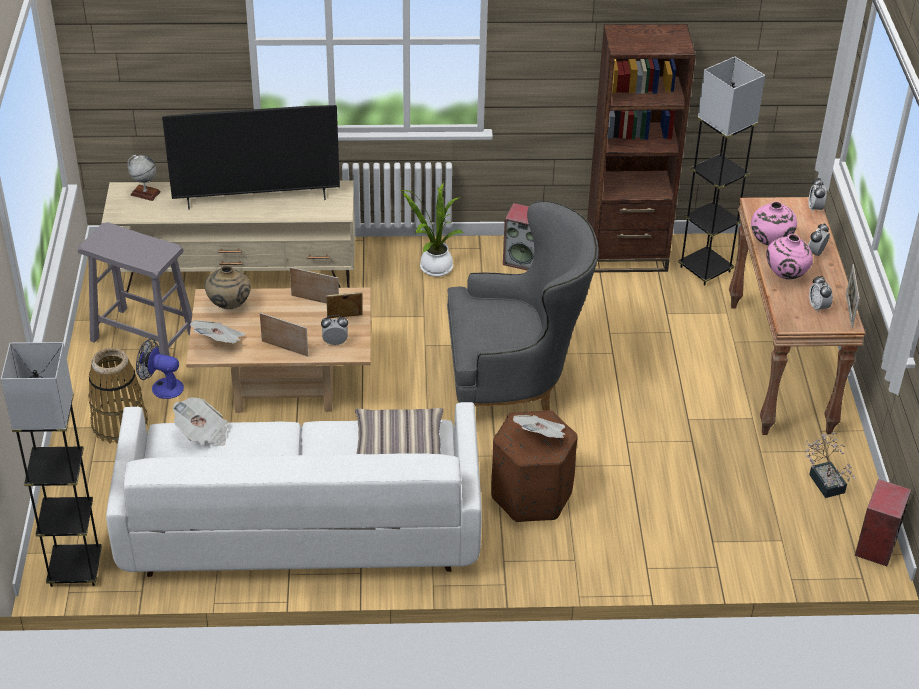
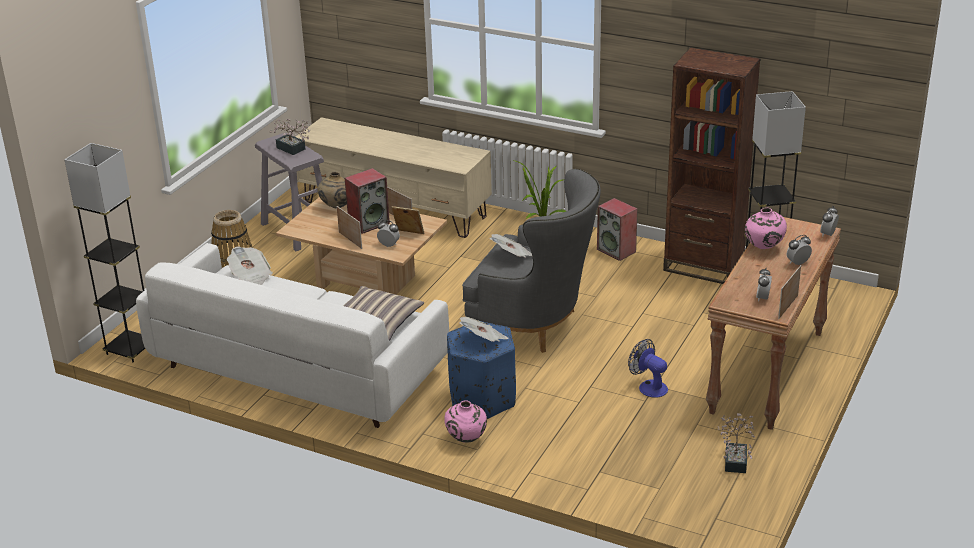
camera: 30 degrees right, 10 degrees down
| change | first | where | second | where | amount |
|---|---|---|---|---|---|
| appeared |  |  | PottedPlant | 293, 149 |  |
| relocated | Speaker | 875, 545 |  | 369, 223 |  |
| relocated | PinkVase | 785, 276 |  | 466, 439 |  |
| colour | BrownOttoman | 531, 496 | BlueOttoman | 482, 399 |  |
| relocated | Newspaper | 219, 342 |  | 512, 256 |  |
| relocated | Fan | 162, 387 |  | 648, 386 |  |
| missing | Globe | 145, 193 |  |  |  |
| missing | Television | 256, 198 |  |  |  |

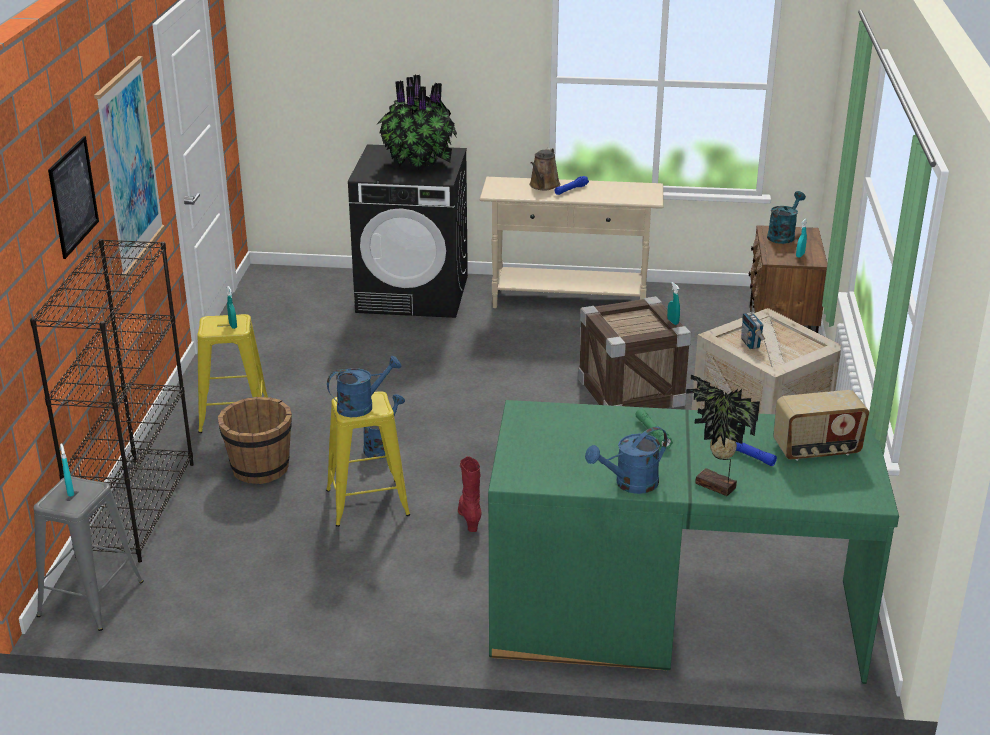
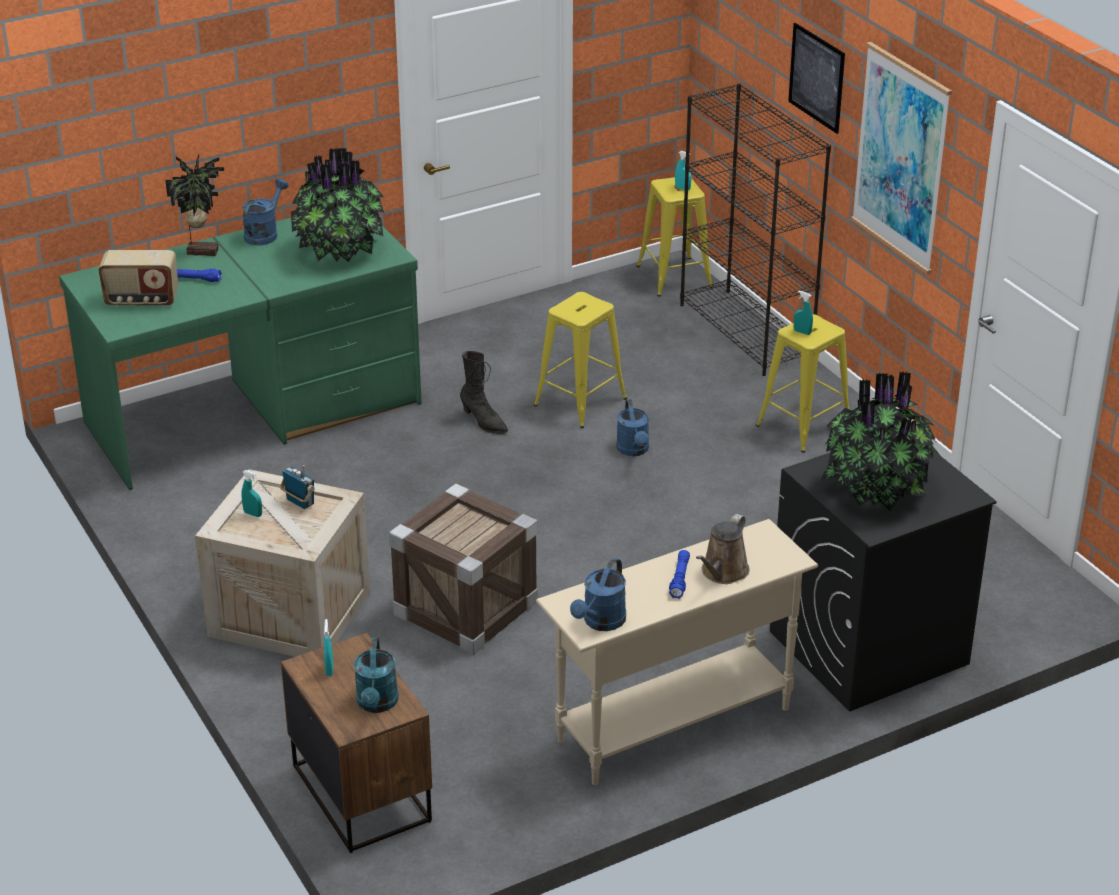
camera: 145 degrees right, 5 degrees up
| change | first | where | second | where | amount |
|---|---|---|---|---|---|
| spun | Radio | 817, 450 |  | 142, 300 | 135 degrees counterclockwise |
| relocated | TurquoiseSprayBottle | 672, 322 |  | 253, 514 |  |
| appeared |  |  | PottedPlant | 340, 251 |  |
| colour | RedBoot | 469, 518 | BlackBoot | 483, 422 |  |
| relocated | BlueWateringCan | 361, 406 |  | 601, 623 |  |
| colour | GreyStool | 91, 598 | YellowStool | 674, 276 |  |
| spun | BrownWateringCan | 543, 186 |  | 723, 573 | 135 degrees counterclockwise |
| missing | BrownBucket | 260, 469 |  |  |  |
| missing | GreenFlashlight | 652, 434 |  |  |  |

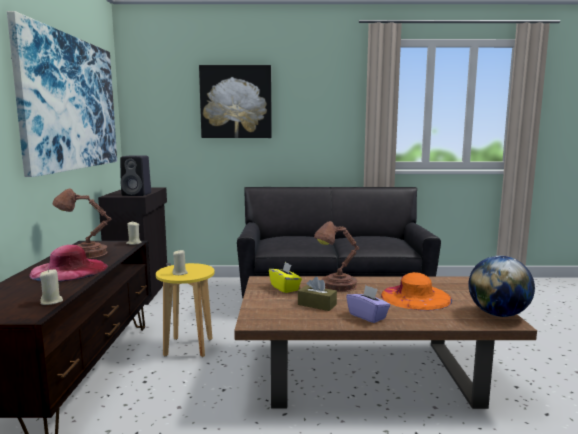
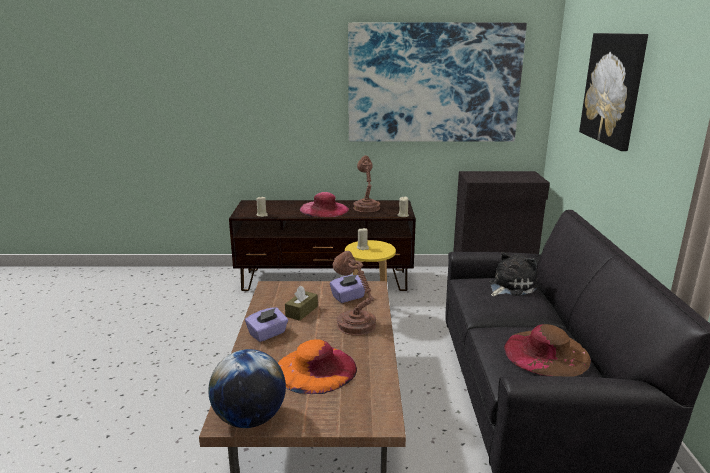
camera: 90 degrees right, 10 degrees up
| change | first | where | second | where | amount |
|---|---|---|---|---|---|
| colour | YellowTissueBox | 285, 288 | PurpleTissueBox | 348, 297 |  |
| appeared |  |  | PlushToy | 510, 286 |  |
| appeared |  |  | BrownHat | 546, 353 |  |
| missing | BlackSpeaker | 137, 194 |  |  |  |

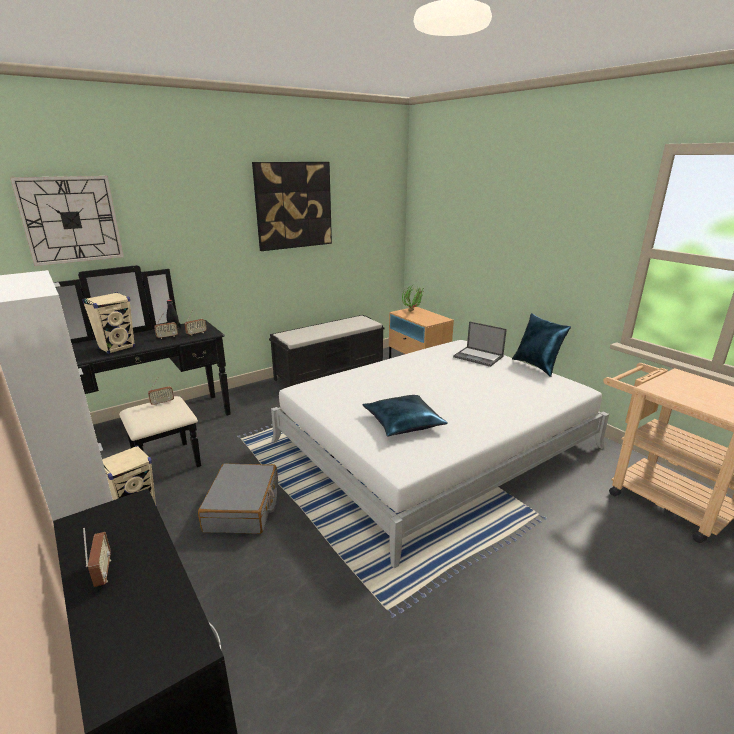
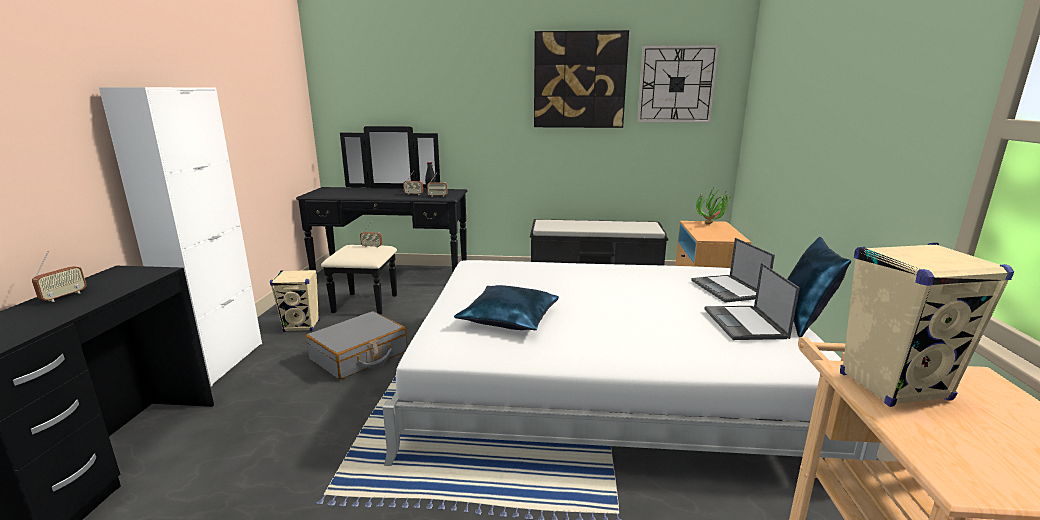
camera: 40 degrees right, 5 degrees down
| change | first | where | second | where | amount |
|---|---|---|---|---|---|
| relocated | WallClock | 71, 220 |  | 676, 84 |  |
| appeared |  |  | Laptop | 745, 323 |  |
| relocated | BeigeSpeaker | 117, 348 |  | 894, 387 |  |

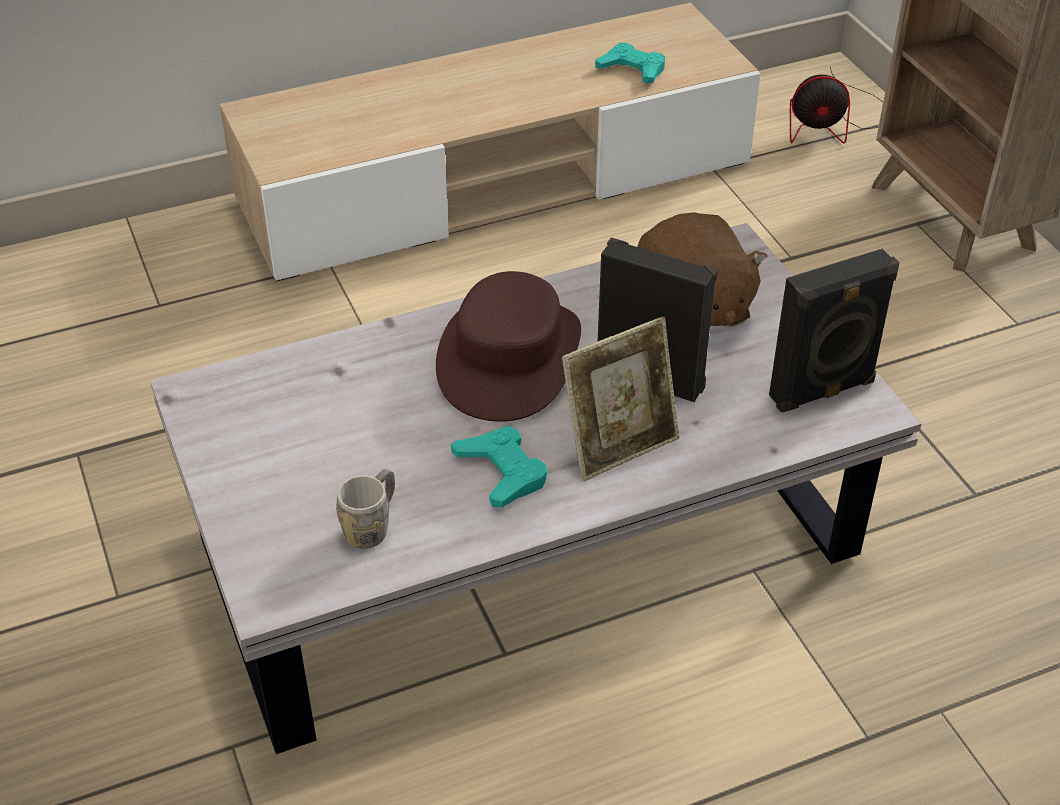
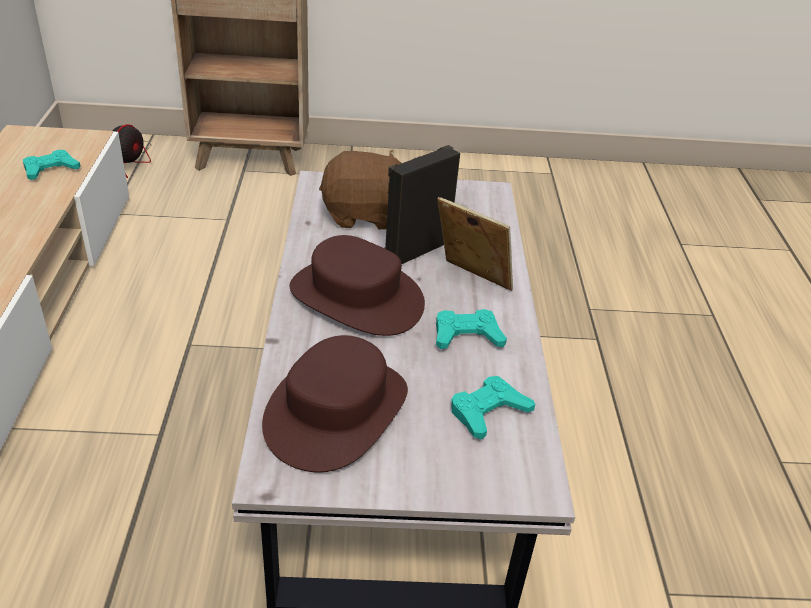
camera: 70 degrees left, 5 degrees down
| change | first | where | second | where | amount |
|---|---|---|---|---|---|
| appeared |  |  | BrownHat | 336, 410 |  |
| spun | PictureFrame | 620, 446 |  | 470, 281 | 45 degrees counterclockwise |
| exchanged | GreyMug | 372, 526 | TurquoiseGameController | 488, 412 |  |
| missing | BlackSpeaker | 823, 391 |  |  |  |

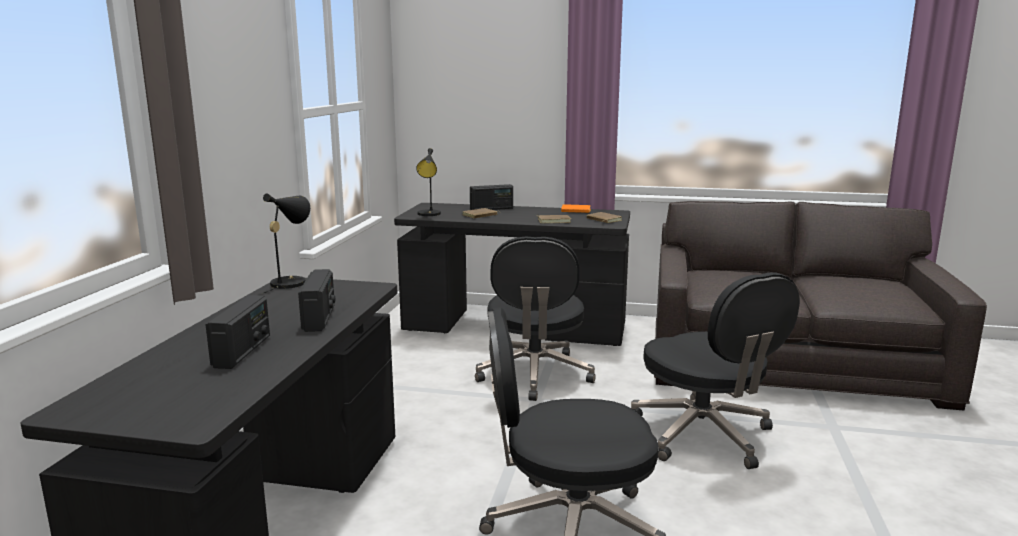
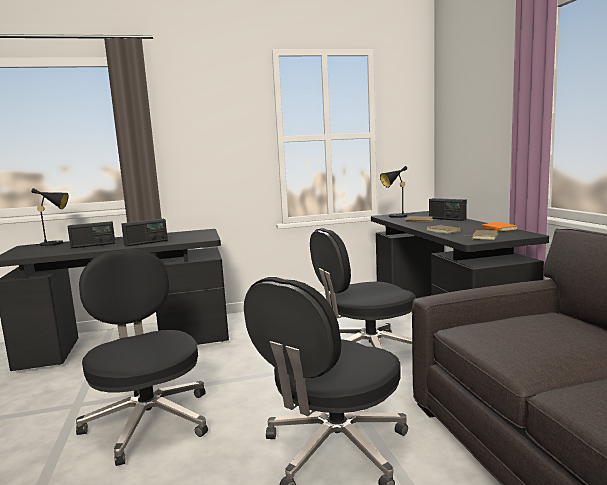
camera: 65 degrees right, 5 degrees down
| change | first | where | second | where | amount |
|---|---|---|---|---|---|
| relocated | BlackTableLamp | 290, 282 |  | 55, 244 |  |

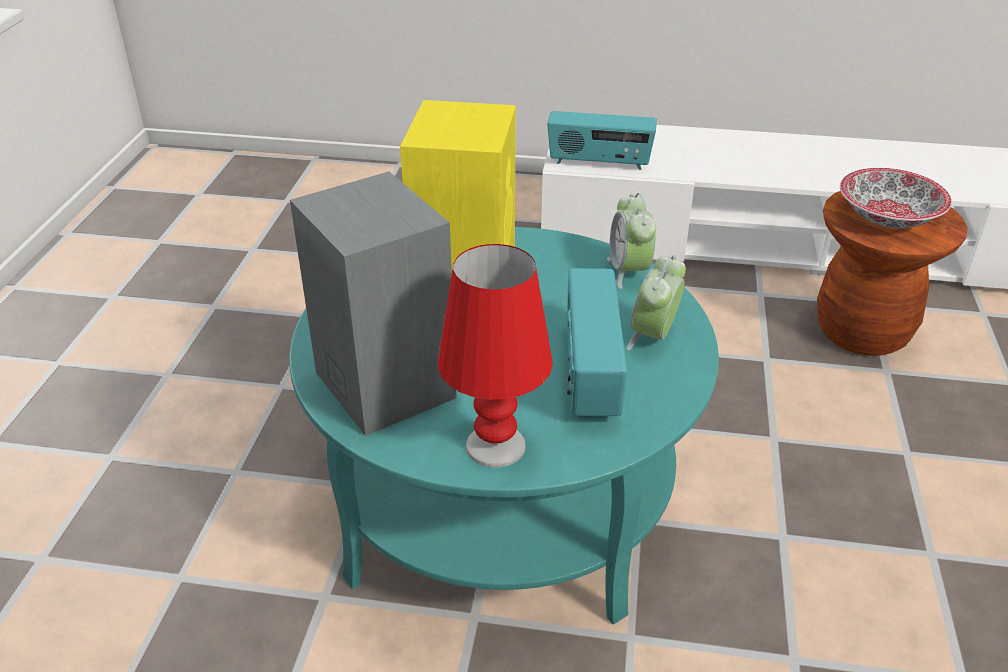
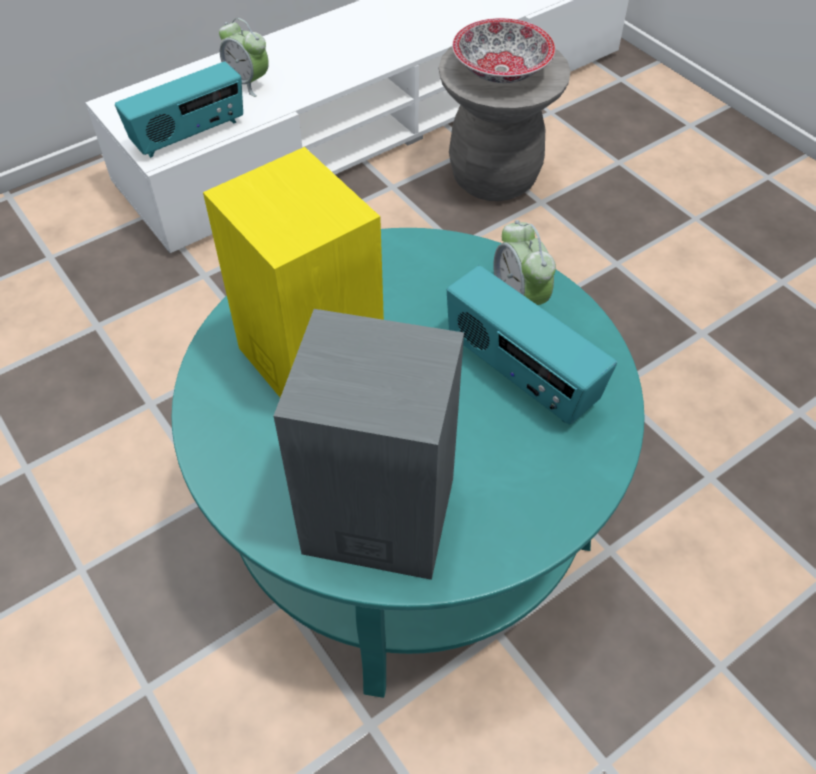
camera: 45 degrees left, 15 degrees up
| change | first | where | second | where | amount |
|---|---|---|---|---|---|
| relocated | AlarmClock | 629, 271 |  | 248, 83 |  |
| colour | BrownStool | 862, 332 | GreyStool | 494, 177 |  |
| missing | RedTableLamp | 496, 446 |  |  |  |

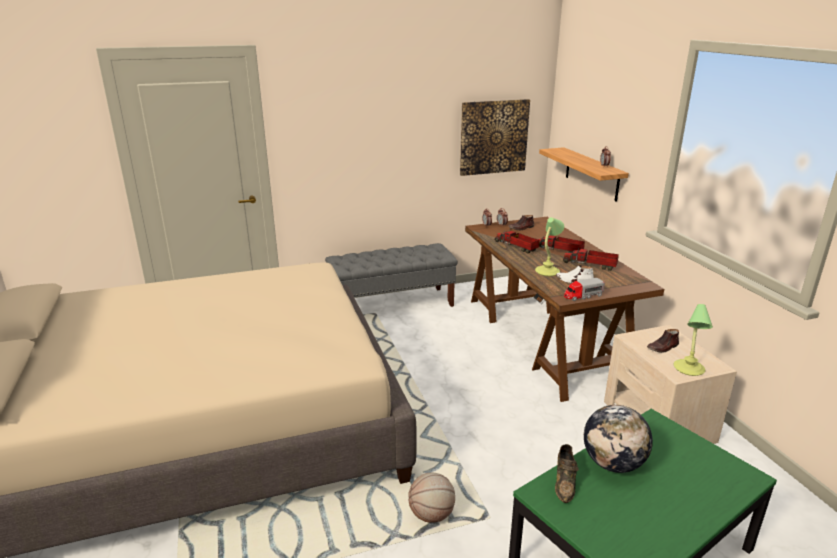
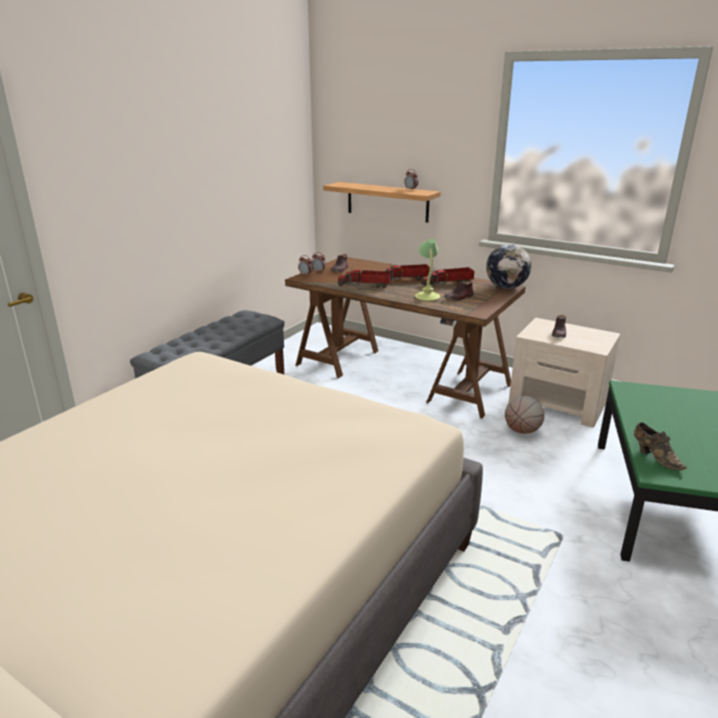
camera: 40 degrees left, 0 degrees up
| change | first | where | second | where | amount |
|---|---|---|---|---|---|
| colour | WhiteShoe | 574, 280 | BrownShoe | 459, 298 |  |
| relocated | Globe | 613, 463 |  | 506, 287 |  |
| relocated | Basketball | 431, 515 |  | 522, 431 |  |
| missing | Picture | 493, 137 |  |  |  |
| missing | ToyTruck | 582, 296 |  |  |  |
| missing | TableLamp | 688, 369 |  |  |  |

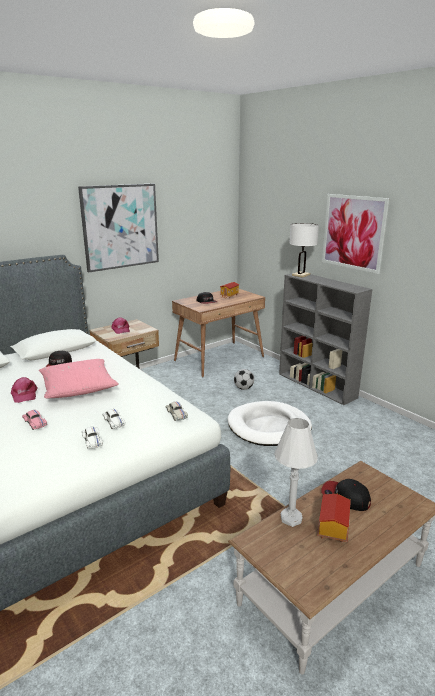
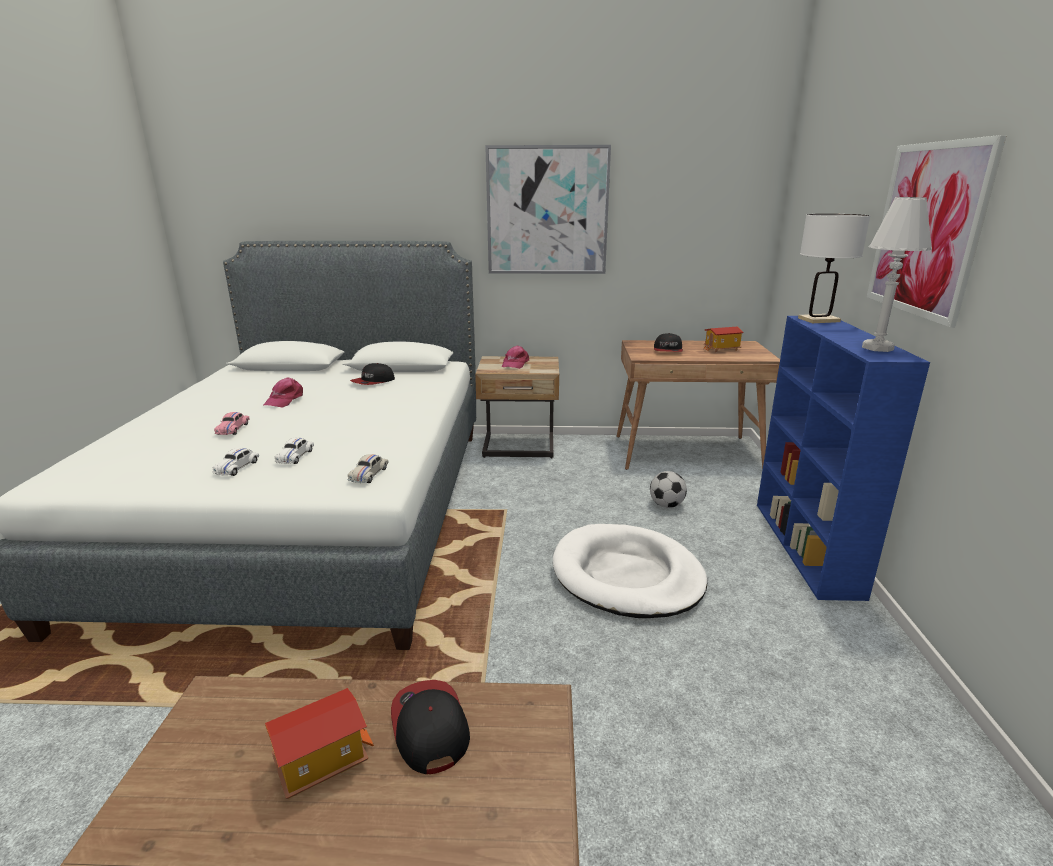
camera: 40 degrees right, 0 degrees up
| change | first | where | second | where | amount |
|---|---|---|---|---|---|
| colour | GreyBookcase | 317, 386 | BlueBookcase | 806, 548 |  |
| relocated | WhiteTableLamp | 291, 518 |  | 877, 348 |  |
| missing | PinkPillow | 78, 387 |  |  |  |

